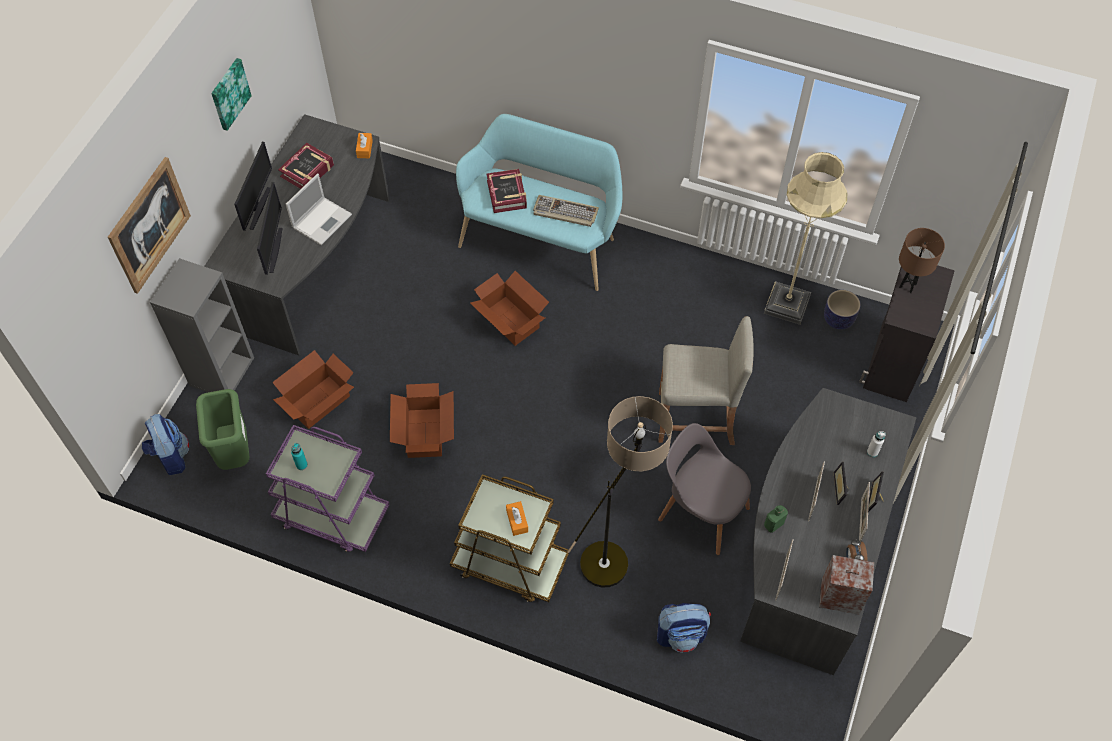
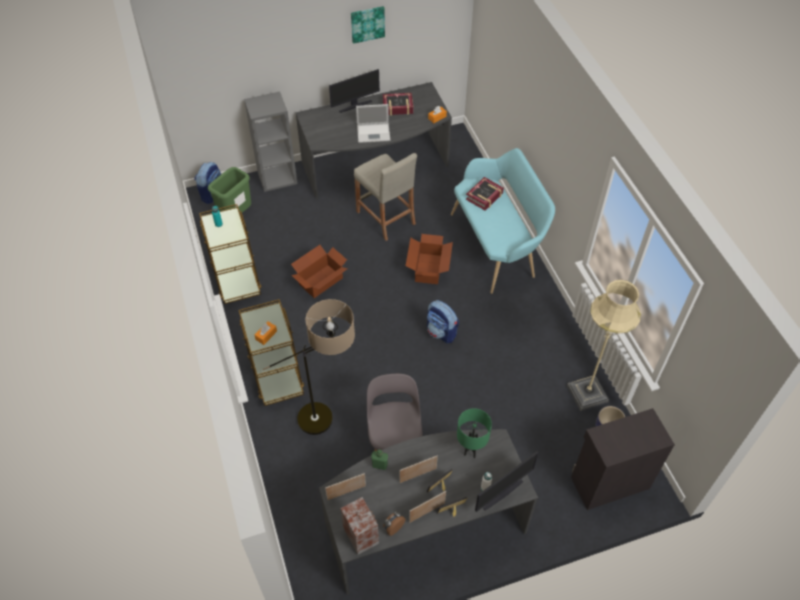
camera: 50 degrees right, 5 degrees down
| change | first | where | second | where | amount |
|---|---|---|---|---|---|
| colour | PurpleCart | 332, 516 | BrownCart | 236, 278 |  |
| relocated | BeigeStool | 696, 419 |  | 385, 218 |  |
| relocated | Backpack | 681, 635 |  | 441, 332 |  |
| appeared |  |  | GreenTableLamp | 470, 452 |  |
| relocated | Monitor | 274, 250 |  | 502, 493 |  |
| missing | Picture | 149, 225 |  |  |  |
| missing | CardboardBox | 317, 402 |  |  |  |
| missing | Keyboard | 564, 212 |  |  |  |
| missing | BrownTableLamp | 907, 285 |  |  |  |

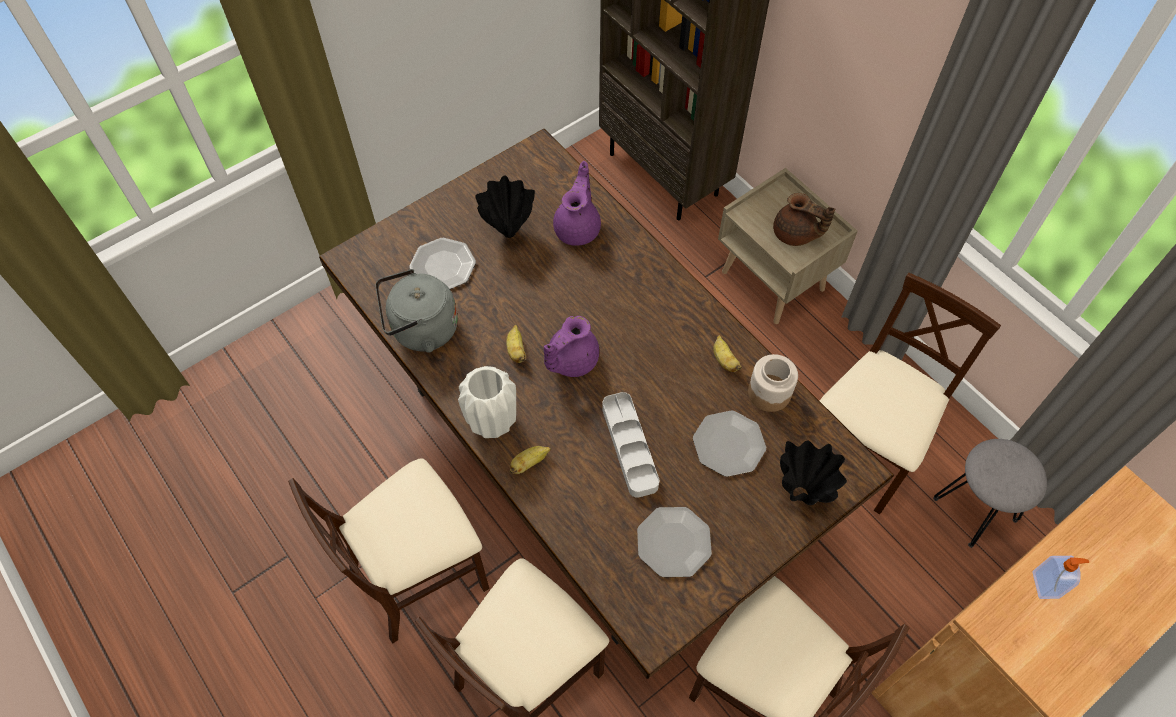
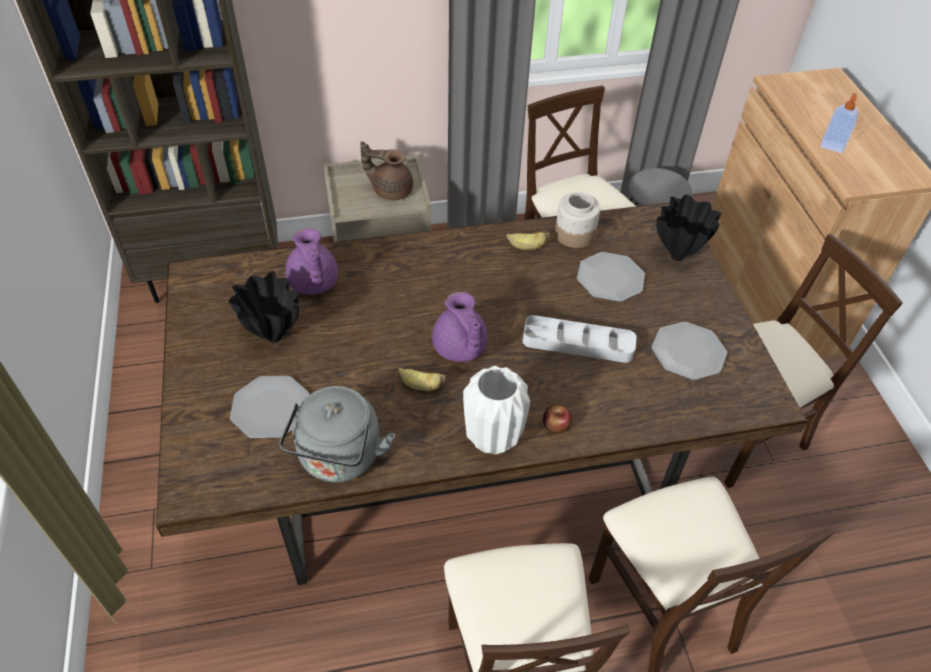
camera: 65 degrees left, 10 degrees down
| change | first | where | second | where | amount |
|---|---|---|---|---|---|
| spun | PurpleTeapot | 578, 228 |  | 313, 284 | 150 degrees counterclockwise |
| spun | BrownTeapot | 795, 234 |  | 391, 190 | 135 degrees counterclockwise |
| exchanged | Banana | 529, 463 | Apple | 556, 425 |  |

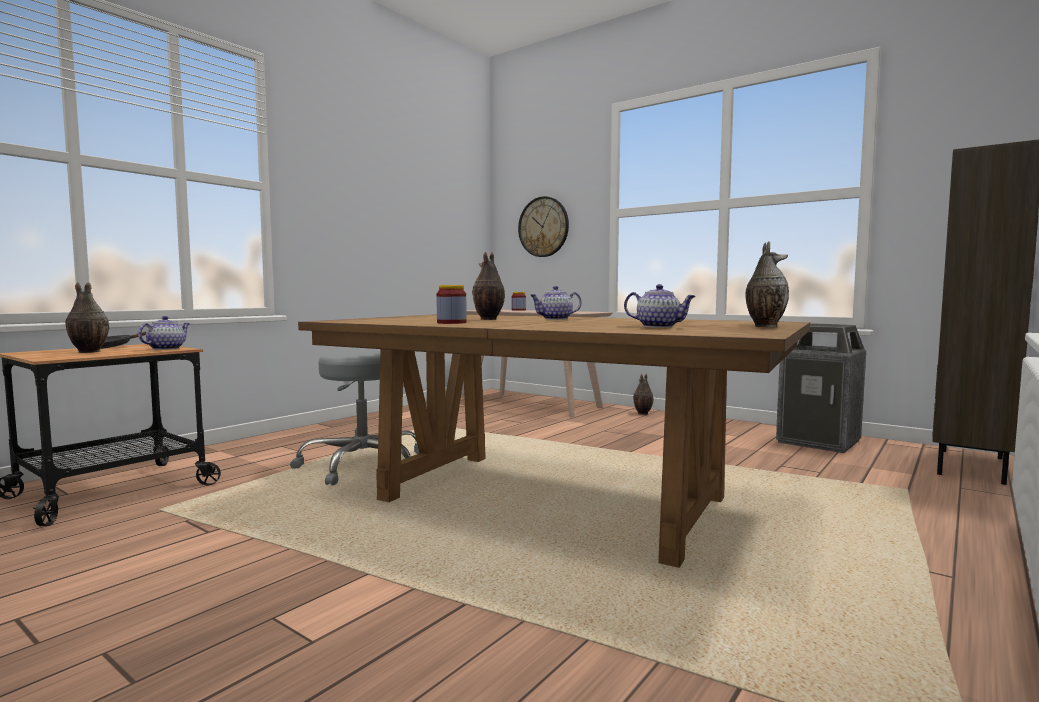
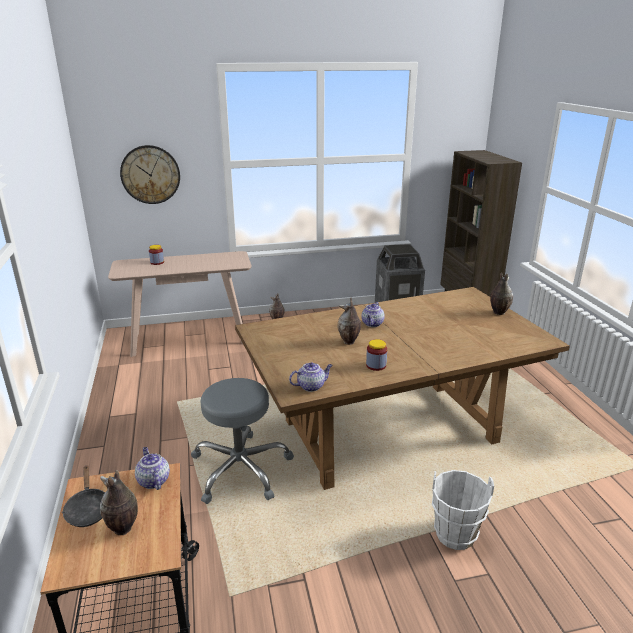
camera: 50 degrees left, 20 degrees up
| change | first | where | second | where | amount |
|---|---|---|---|---|---|
| relocated | Teapot | 659, 327 |  | 311, 386 |  |
| appeared |  |  | WhiteBucket | 455, 535 |  |

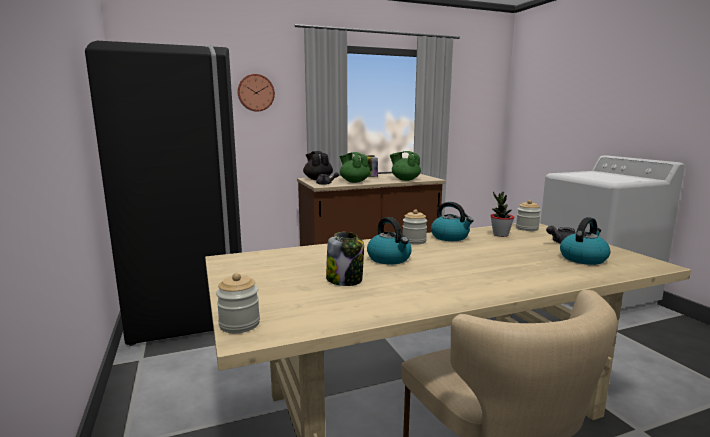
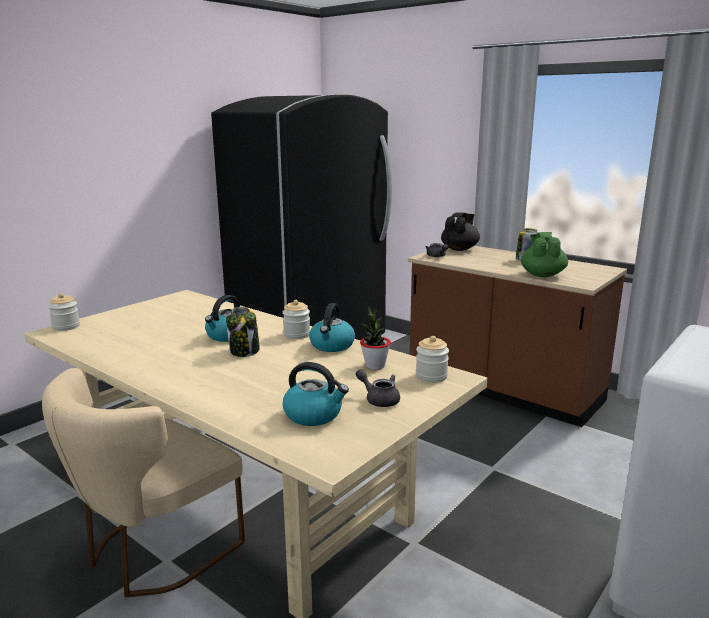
camera: 60 degrees right, 5 degrees up
| change | first | where | second | where | amount |
|---|---|---|---|---|---|
| relocated | Jar | 345, 280 |  | 244, 351 |  |
| missing | WallClock | 255, 93 |  |  |  |
| missing | GreenTeapot | 354, 181 |  |  |  |

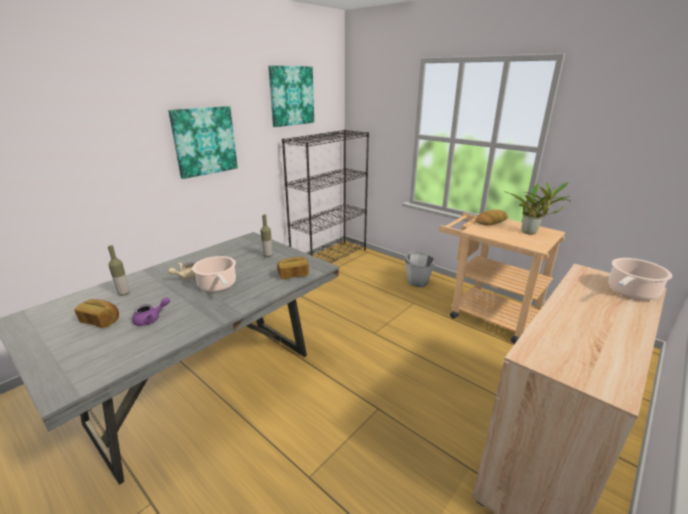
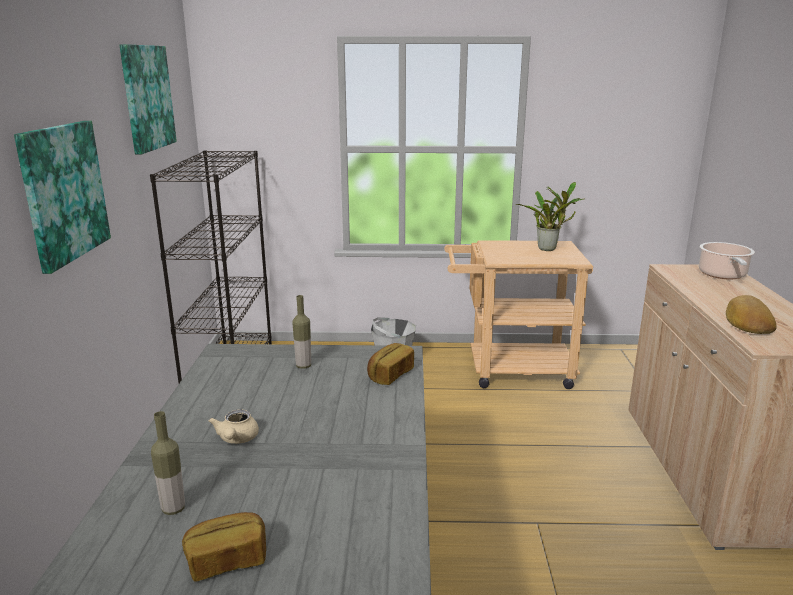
camera: 40 degrees left, 5 degrees down
| change | first | where | second | where | amount |
|---|---|---|---|---|---|
| relocated | Bread | 490, 221 |  | 747, 321 |  |
| missing | PurpleTeapot | 151, 319 |  |  |  |
| missing | CookingPot | 218, 286 |  |  |  |

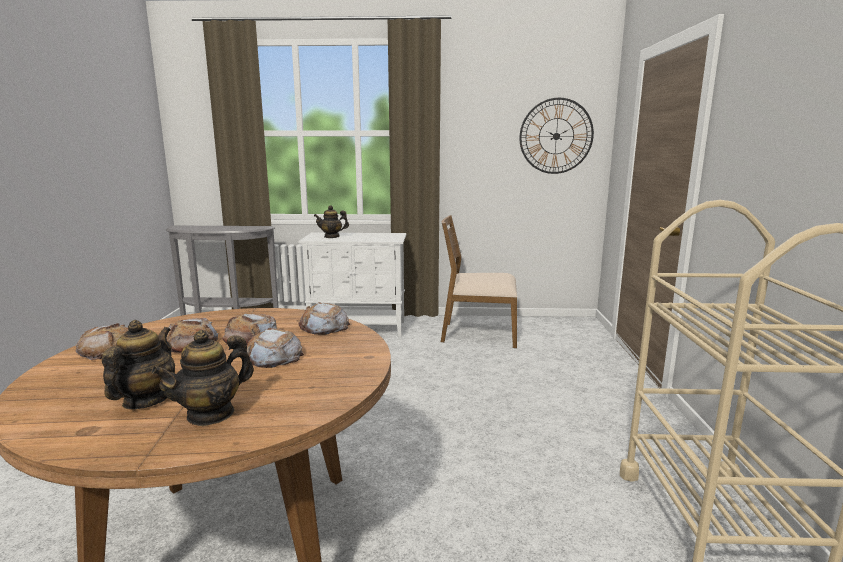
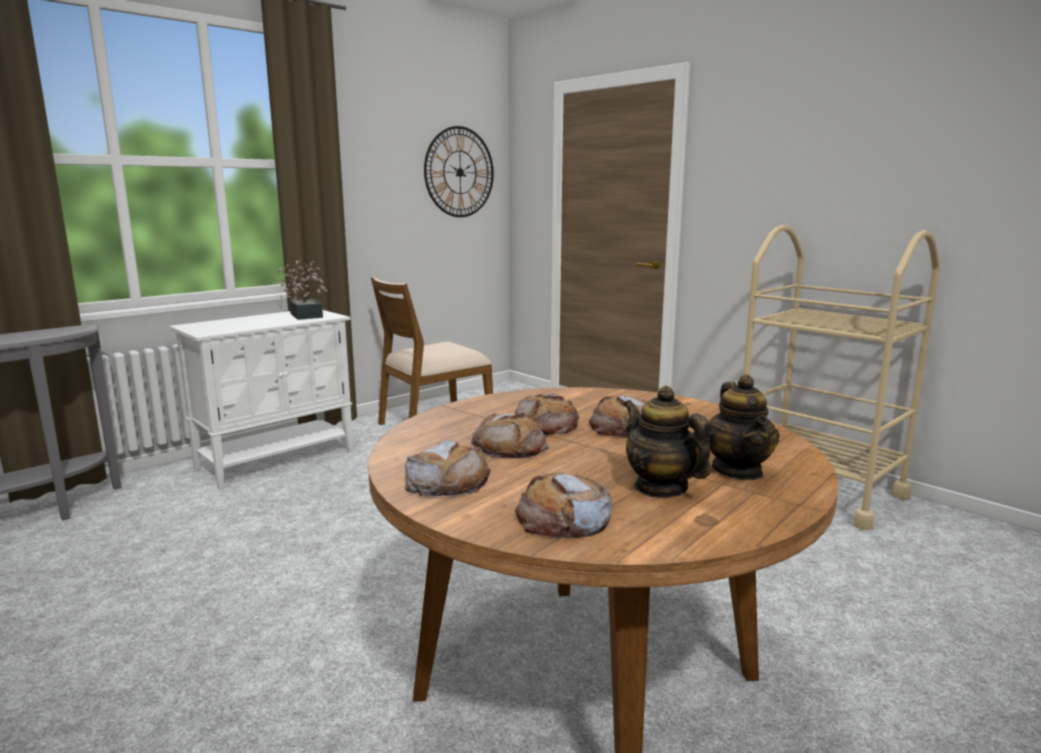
camera: 45 degrees left, 0 degrees up
| change | first | where | second | where | amount |
|---|---|---|---|---|---|
| appeared |  |  | PottedPlant | 306, 314 |  |
| relocated | Bread | 324, 326 |  | 564, 518 |  |
| missing | Teapot | 332, 236 |  |  |  |

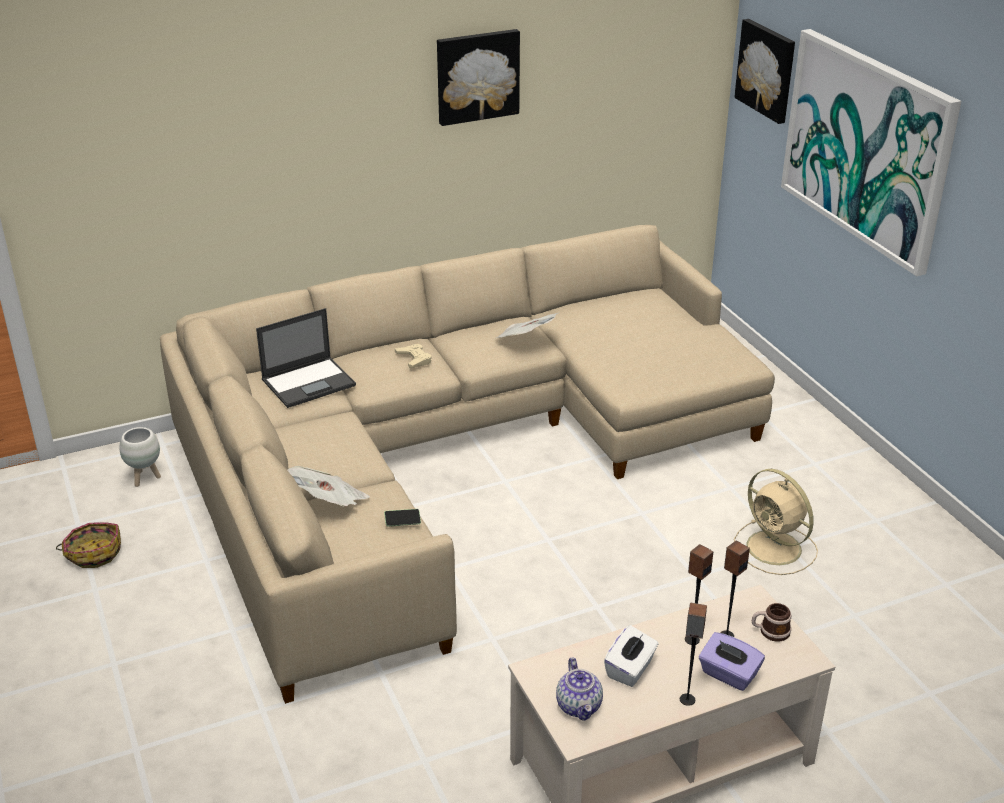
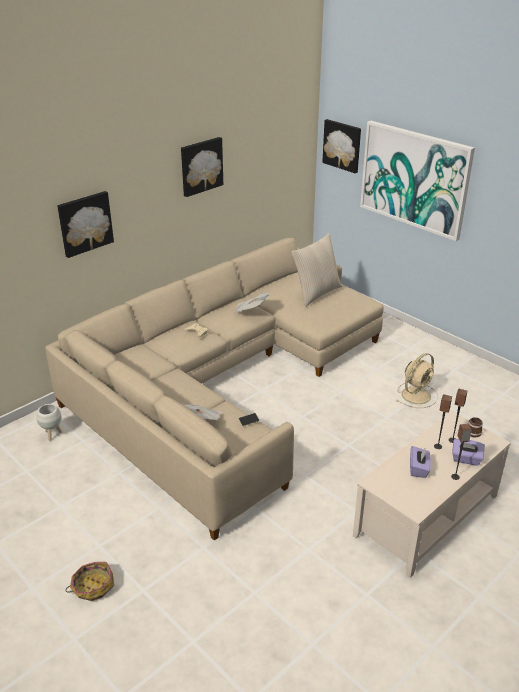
camera: 20 degrees left, 0 degrees up
| change | first | where | second | where | amount |
|---|---|---|---|---|---|
| appeared |  |  | Picture | 85, 223 |  |
| relocated | Basket | 93, 553 |  | 93, 586 |  |
| appeared |  |  | BeigePillow | 316, 293 |  |
| spun | BeigeFan | 775, 549 |  | 417, 395 | 75 degrees counterclockwise |
| colour | WhiteTissueBox | 630, 669 | PurpleTissueBox | 418, 469 |  |
| missing | Laptop | 309, 382 |  |  |  |
| missing | Teapot | 579, 706 |  |  |  |

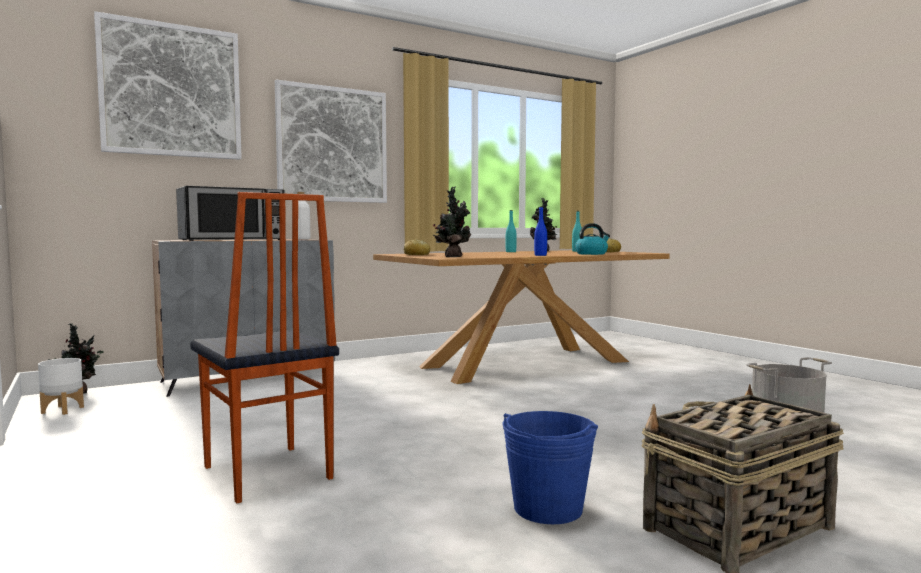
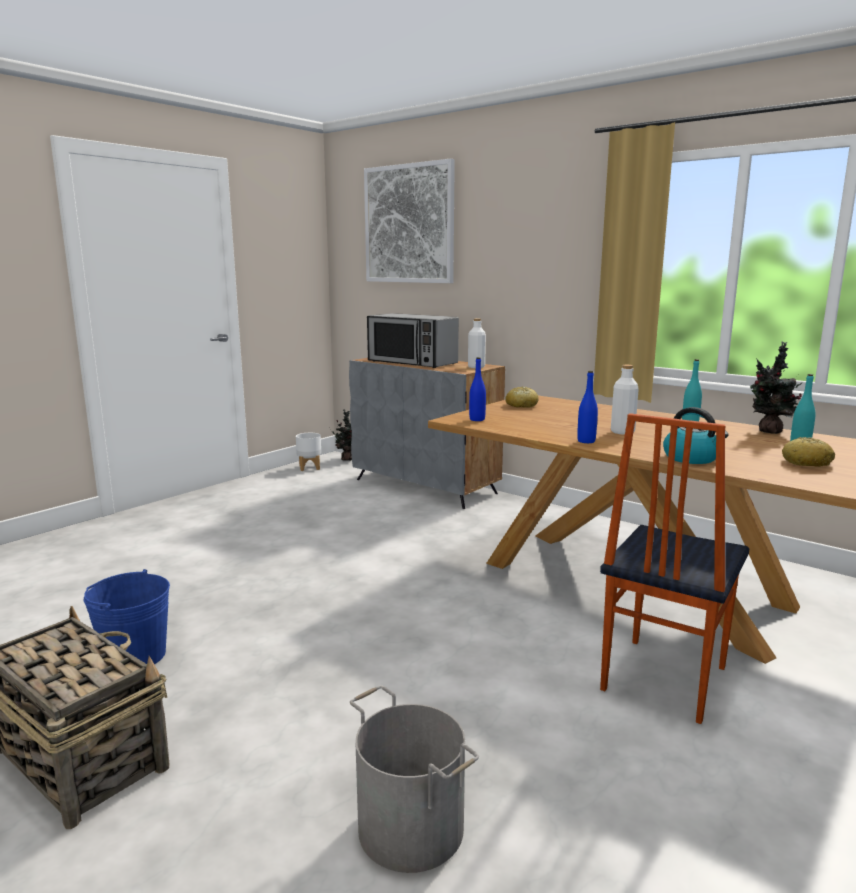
camera: 70 degrees right, 10 degrees up
| change | first | where | second | where | amount |
|---|---|---|---|---|---|
| exchanged | PottedPlant | 452, 257 | BlueBottle | 477, 419 |  |
| relocated | Chair | 265, 473 |  | 661, 678 |  |
| appeared |  |  | WhiteBottle | 622, 432 |  |
| missing | Picture | 332, 145 |  |  |  |

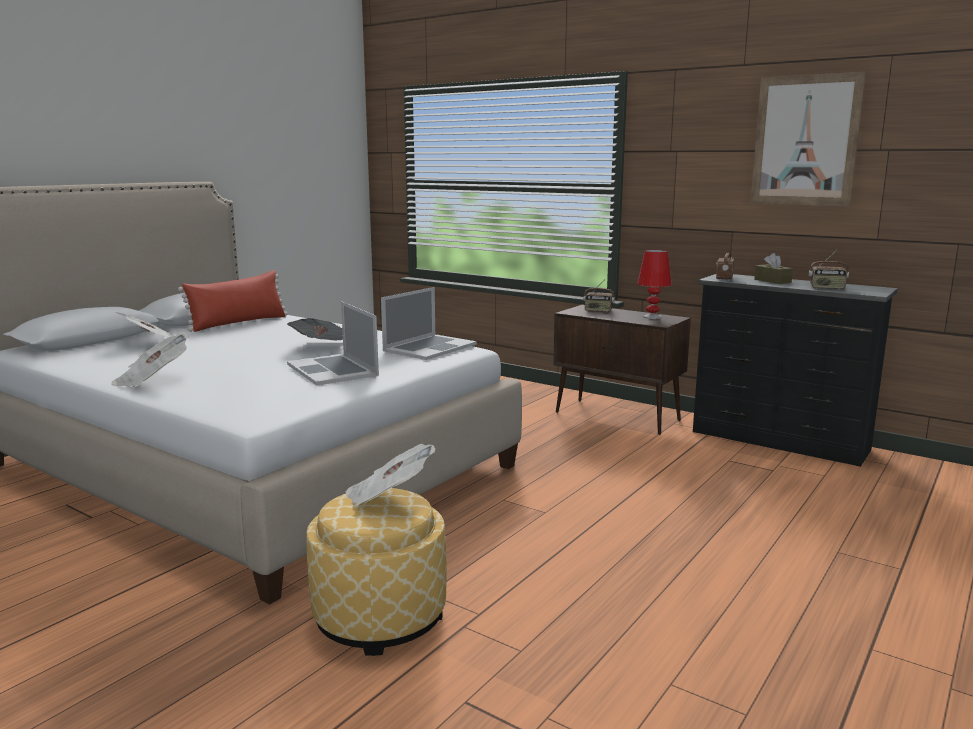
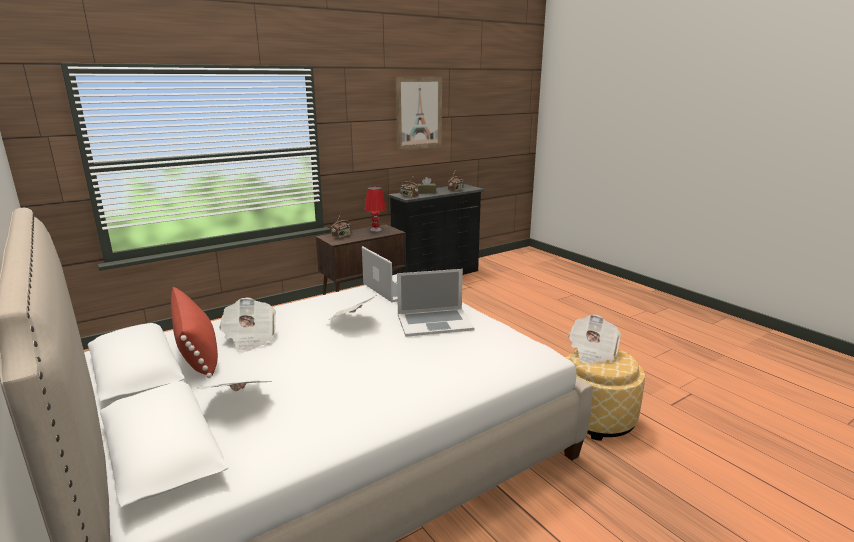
camera: 70 degrees left, 5 degrees up
| change | first | where | second | where | amount |
|---|---|---|---|---|---|
| relocated | Newspaper | 152, 380 |  | 250, 338 |  |

